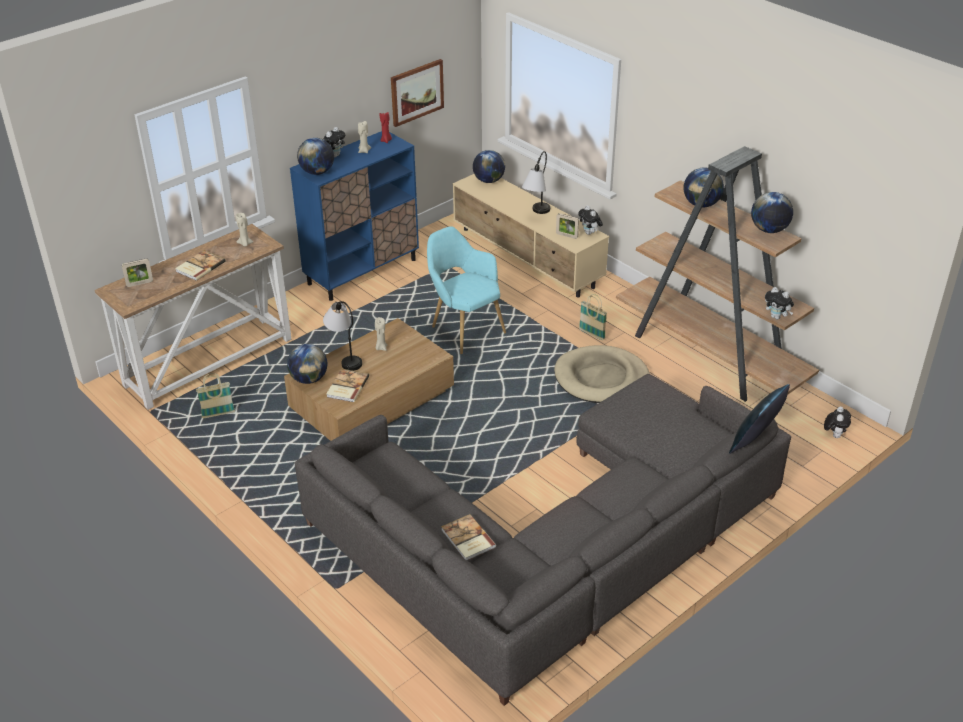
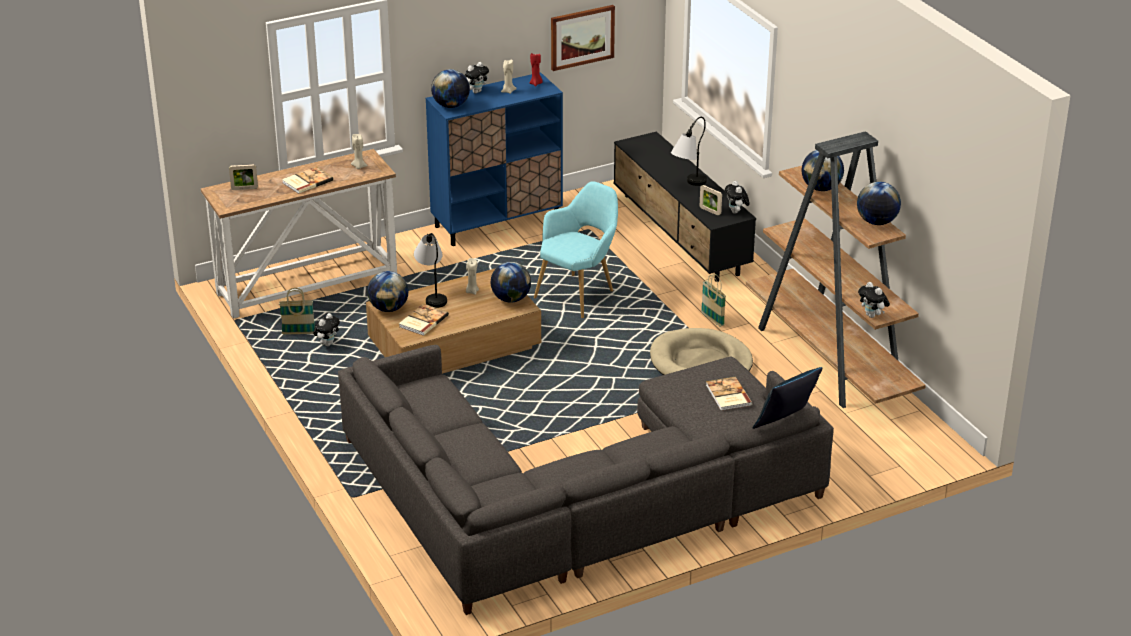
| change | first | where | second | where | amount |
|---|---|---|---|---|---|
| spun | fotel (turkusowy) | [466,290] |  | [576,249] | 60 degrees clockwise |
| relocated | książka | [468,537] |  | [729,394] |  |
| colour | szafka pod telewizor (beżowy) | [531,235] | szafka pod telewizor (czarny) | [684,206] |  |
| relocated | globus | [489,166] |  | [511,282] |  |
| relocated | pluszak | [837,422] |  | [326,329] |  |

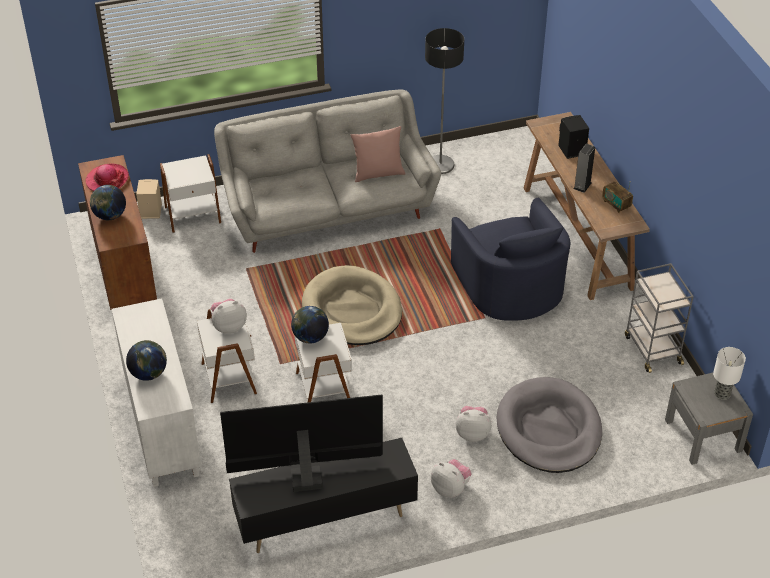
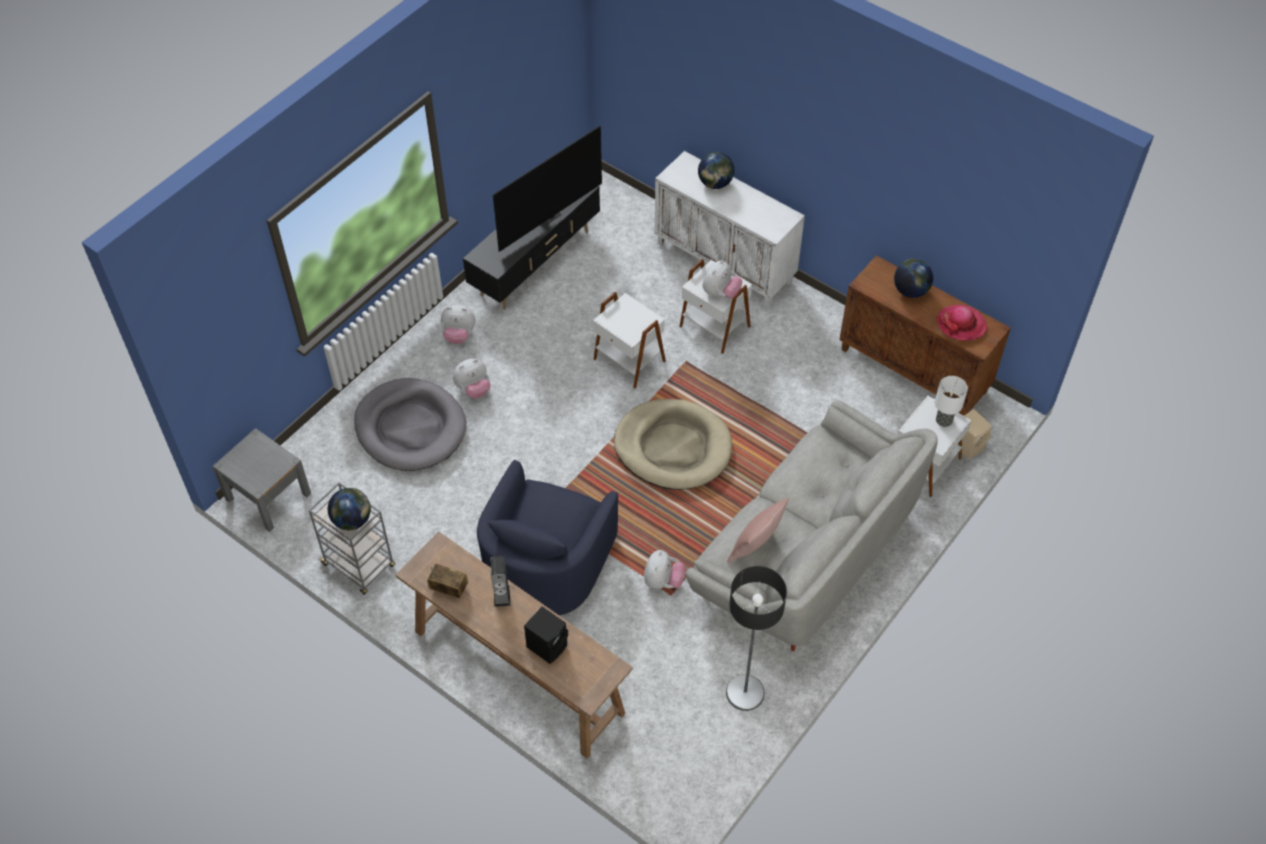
| change | first | where | second | where | amount |
|---|---|---|---|---|---|
| relocated | globus | [310,324] |  | [349,509] |  |
| spun | fotel (niebieski) | [510,259] |  | [547,537] | 105 degrees counterclockwise |
| relocated | lampa stołowa | [729,373] |  | [951,401] |  |
| appeared |  |  | pluszak | [664,569] |  |

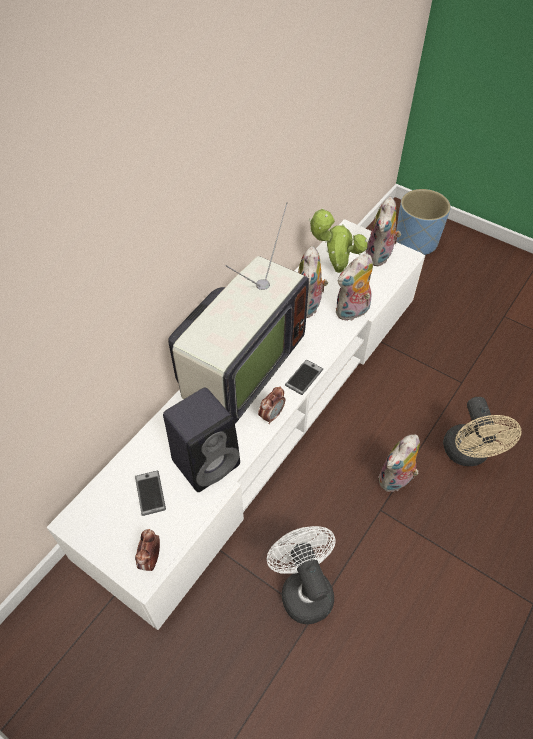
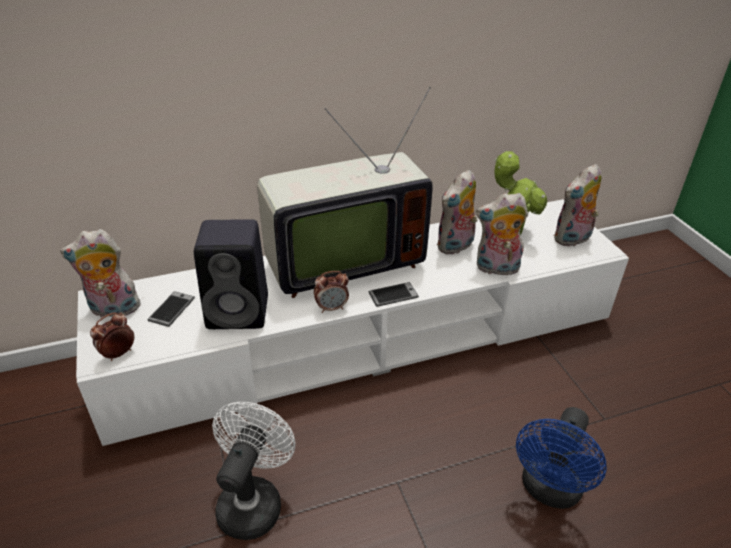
| change | first | where | second | where | amount |
|---|---|---|---|---|---|
| relocated | pluszak | [399,463] |  | [101,273] |  |
| missing | donica (niebieski) | [423,222] |  |  |  |
| colour | wentylator (beżowy) | [482,431] | wentylator (niebieski) | [561,458] |  |

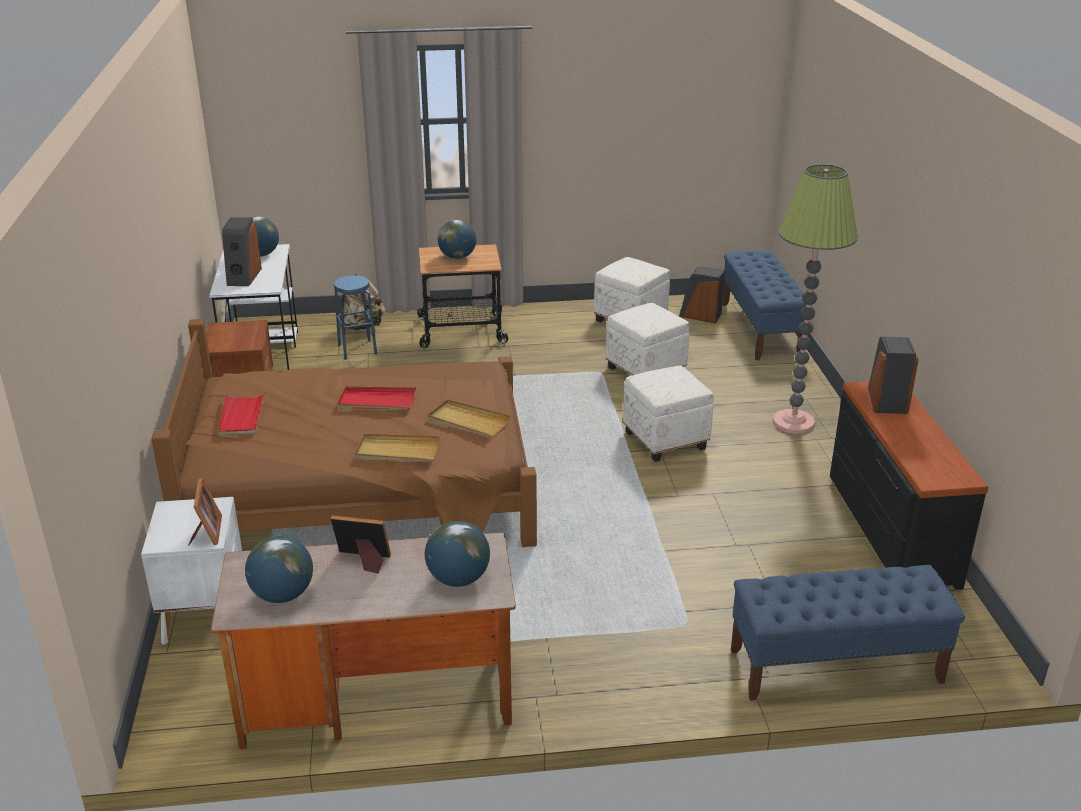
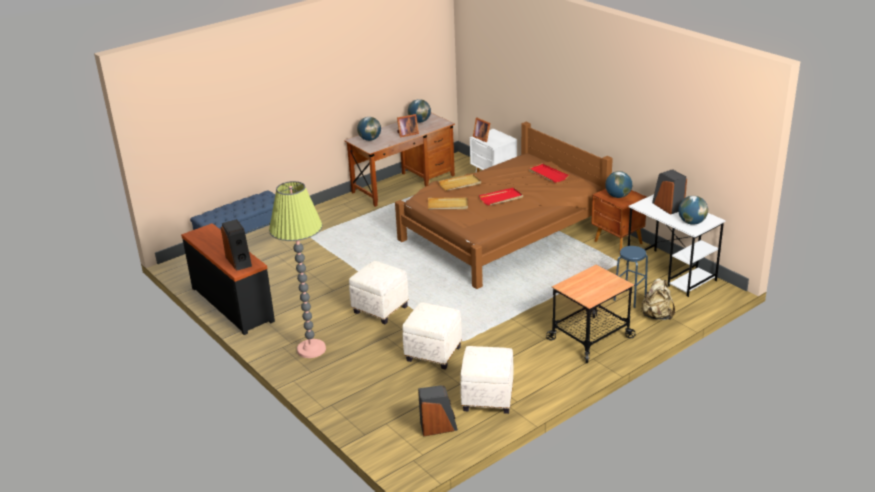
| change | first | where | second | where | amount |
|---|---|---|---|---|---|
| relocated | globus | [457,239] |  | [619,184] |  |
| missing | ławka (niebieski) | [767,305] |  |  |  |

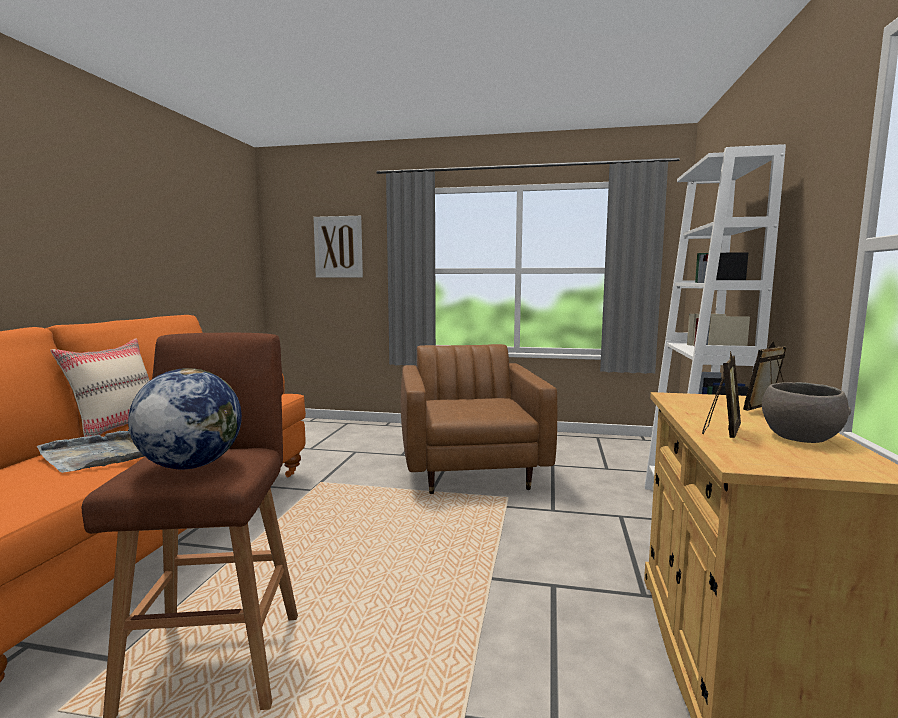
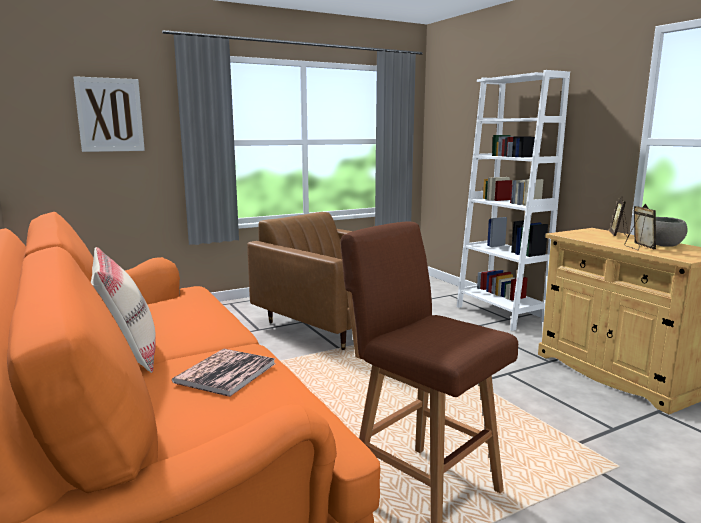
| change | first | where | second | where | amount |
|---|---|---|---|---|---|
| exchanged | taca (szary) | [90,451] | książka | [223,373] |  |
| missing | globus | [185,418] |  |  |  |

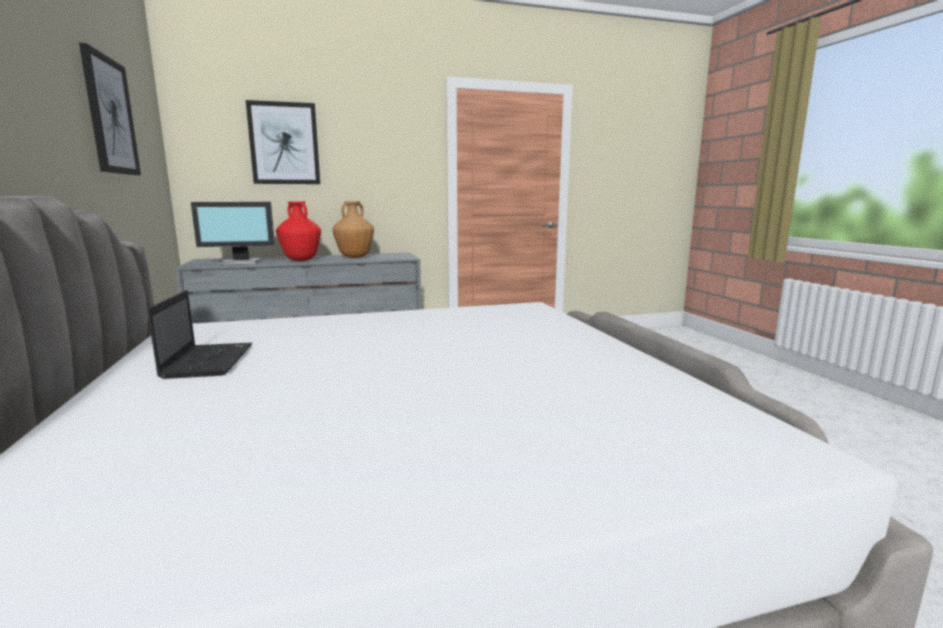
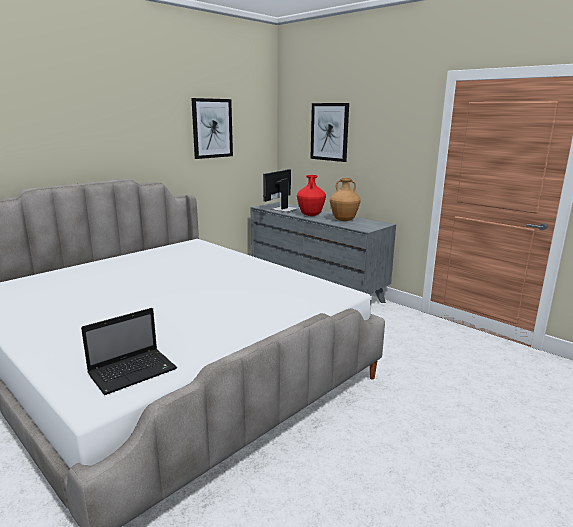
| change | first | where | second | where | amount |
|---|---|---|---|---|---|
| relocated | laptop | [199,334] |  | [129,351] |  |
| spun | monitor | [233,233] |  | [281,191] | 75 degrees clockwise |

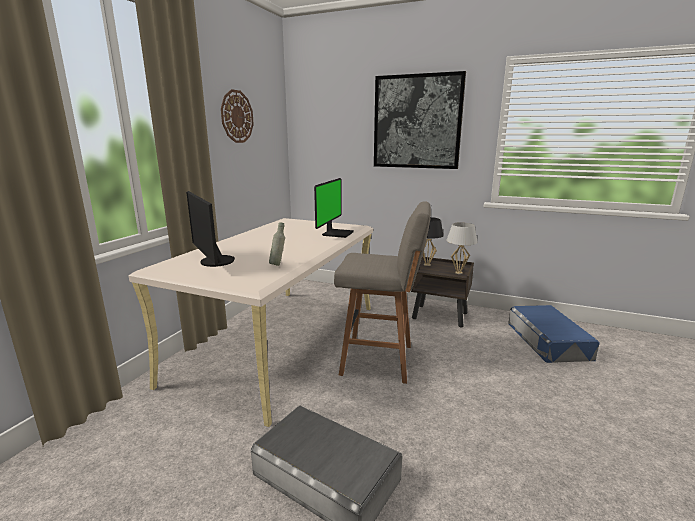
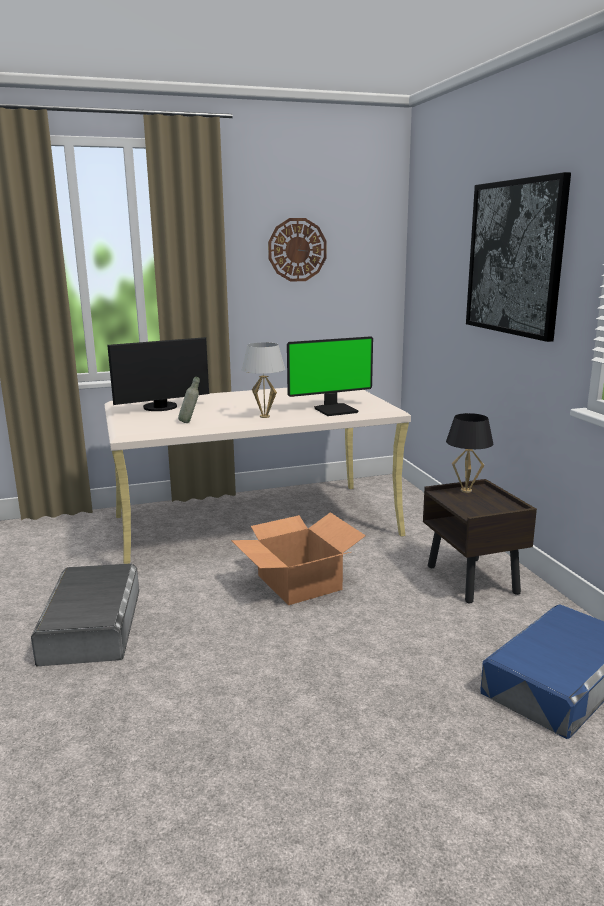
| change | first | where | second | where | amount |
|---|---|---|---|---|---|
| spun | monitor | [210,229] |  | [158,374] | 135 degrees counterclockwise |
| exchanged | stołek (szary) | [382,292] | karton | [298,558] |  |
| relocated | lampa stołowa (biały) | [462,248] |  | [263,380] |  |

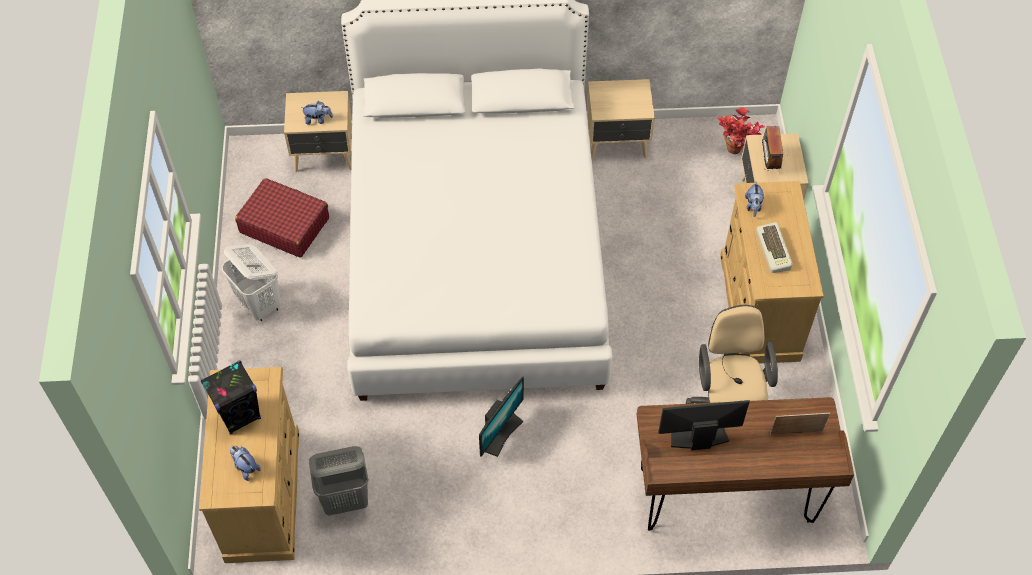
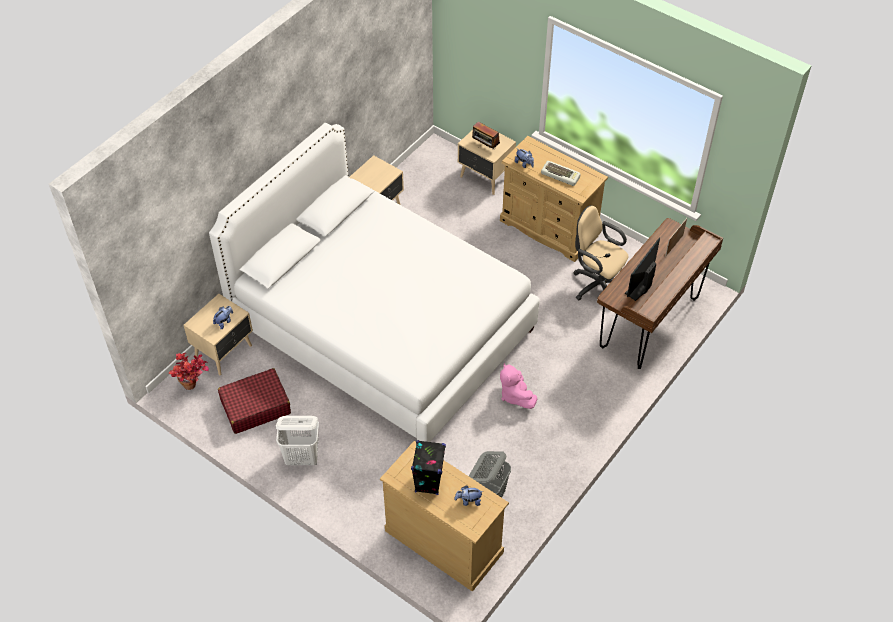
| change | first | where | second | where | amount |
|---|---|---|---|---|---|
| exchanged | monitor | [501,417] | pluszak (różowy) | [518,386] |  |
| relocated | roślina doniczkowa | [741,130] |  | [188,371] |  |

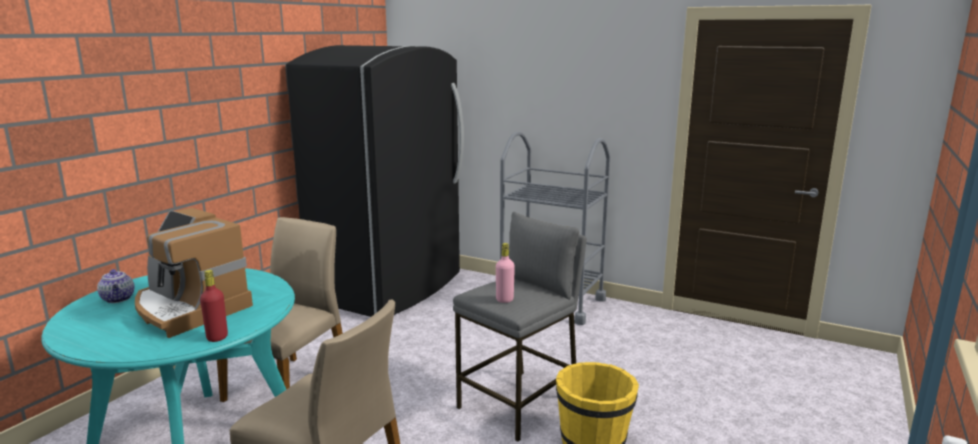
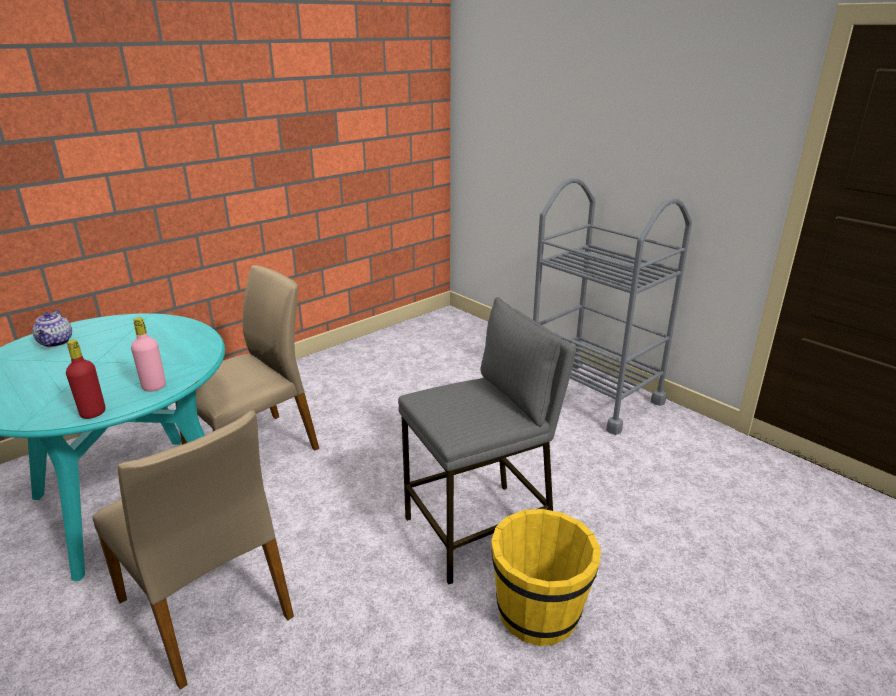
| change | first | where | second | where | amount |
|---|---|---|---|---|---|
| missing | ekspres do kawy | [194,273] |  |  |  |
| missing | lodówka (czarny) | [375,181] |  |  |  |
| relocated | butelka (różowy) | [505,273] |  | [148,355] |  |

